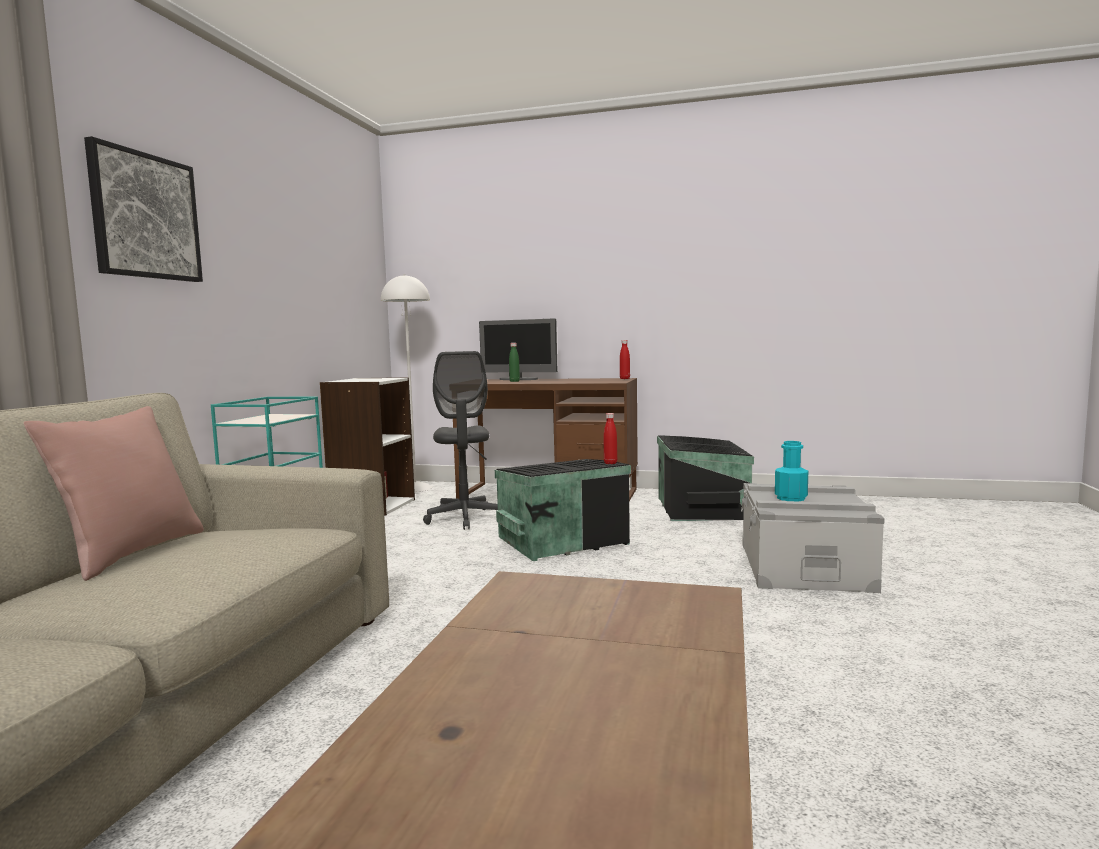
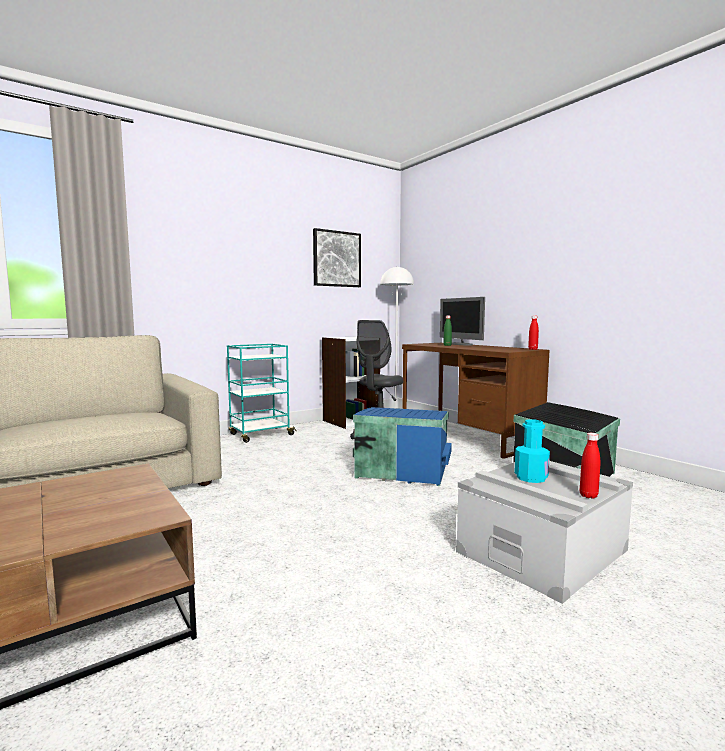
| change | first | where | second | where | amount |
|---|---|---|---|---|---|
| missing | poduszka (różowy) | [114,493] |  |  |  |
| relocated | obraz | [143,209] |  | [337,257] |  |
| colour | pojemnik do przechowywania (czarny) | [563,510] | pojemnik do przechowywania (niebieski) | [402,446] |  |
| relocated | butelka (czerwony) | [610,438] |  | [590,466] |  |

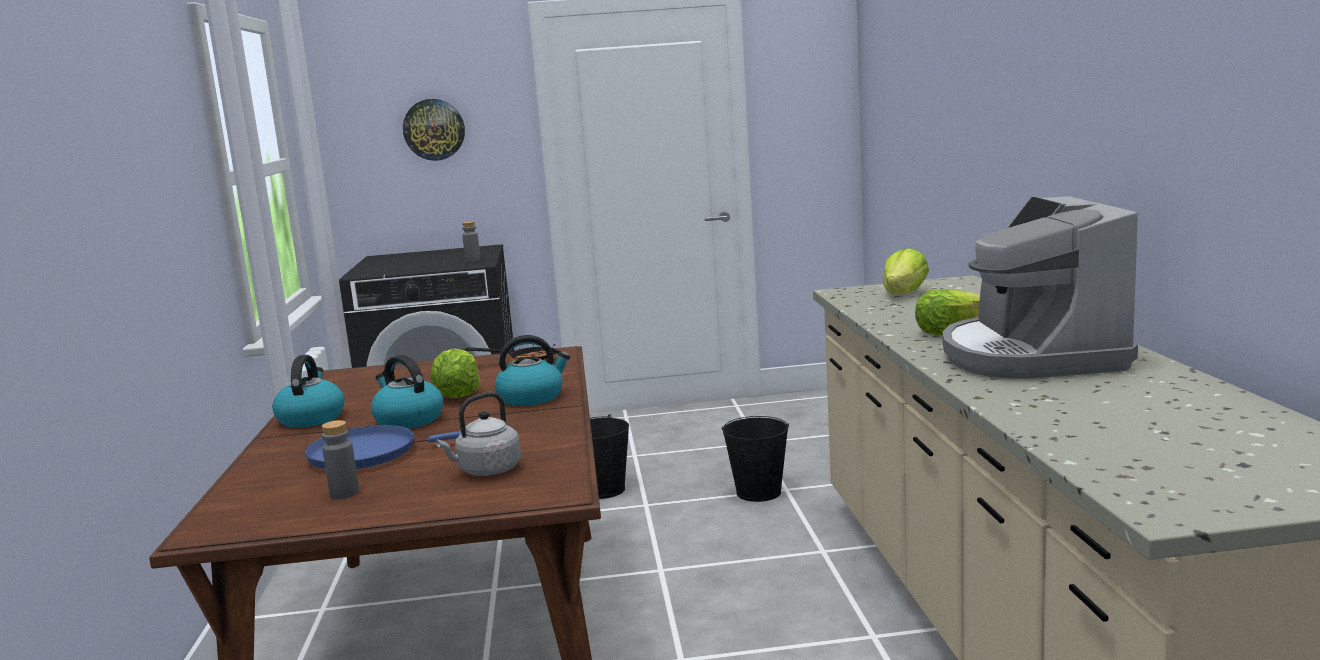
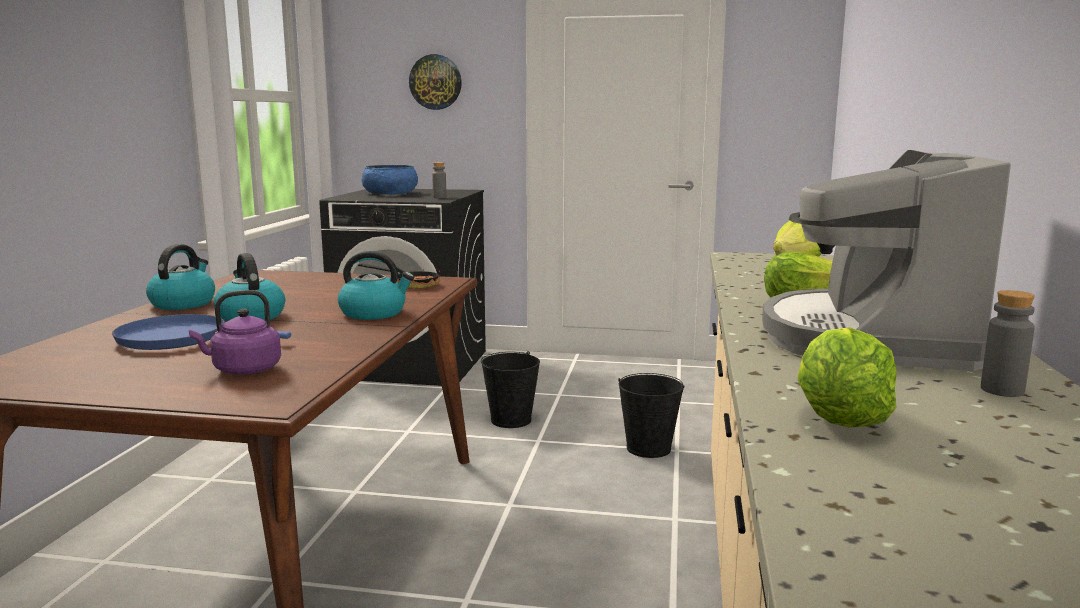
| change | first | where | second | where | amount |
|---|---|---|---|---|---|
| relocated | butelka (szary) | [340,459] |  | [1008,343] |  |
| relocated | sałata | [455,373] |  | [847,377] |  |
| colour | czajnik (szary) | [478,434] | czajnik (fioletowy) | [235,332] |  |
| appeared |  |  | miska (niebieski) | [390,180] |  |

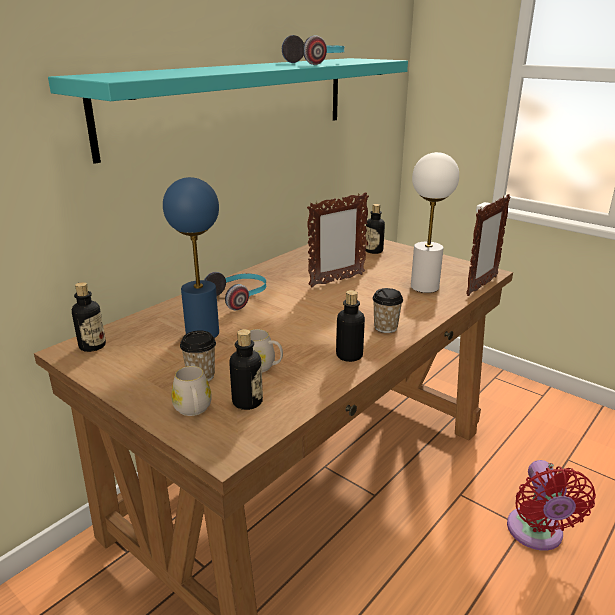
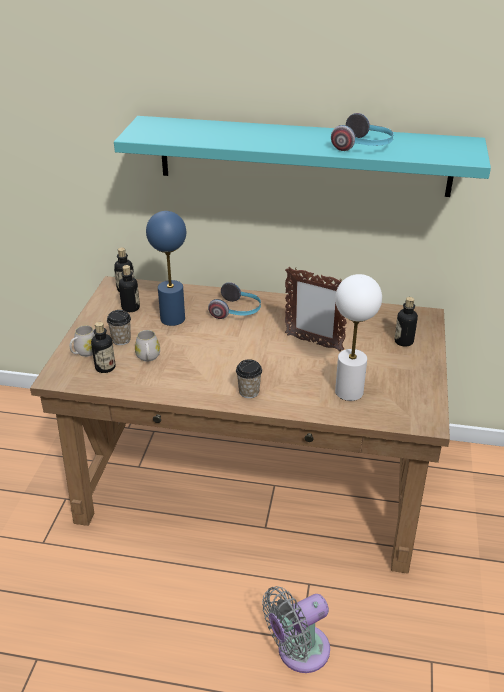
| change | first | where | second | where | amount |
|---|---|---|---|---|---|
| relocated | butelka | [350,326] |  | [129,288] |  |
| missing | ramka na zdjęcie | [488,245] |  |  |  |
| colour | wentylator (czerwony) | [551,505] | wentylator (szary) | [296,629] |  |

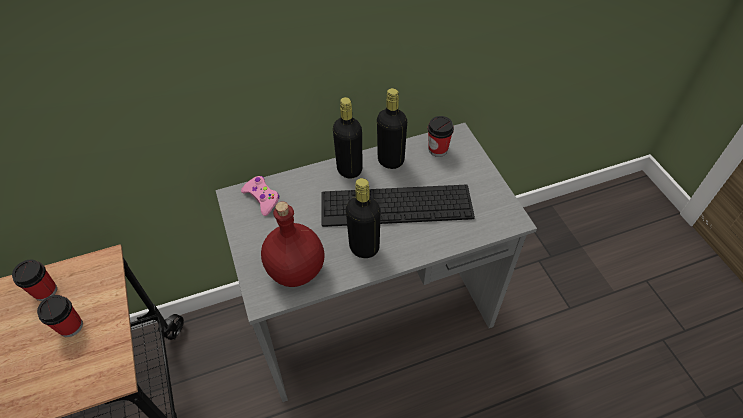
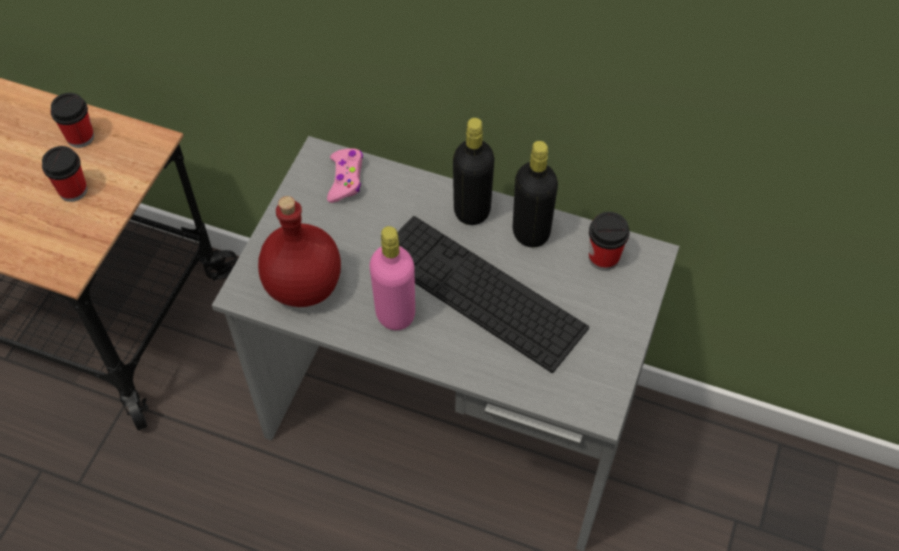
| change | first | where | second | where | amount |
|---|---|---|---|---|---|
| colour | butelka (czarny) | [363,218] | butelka (różowy) | [392,278] |  |

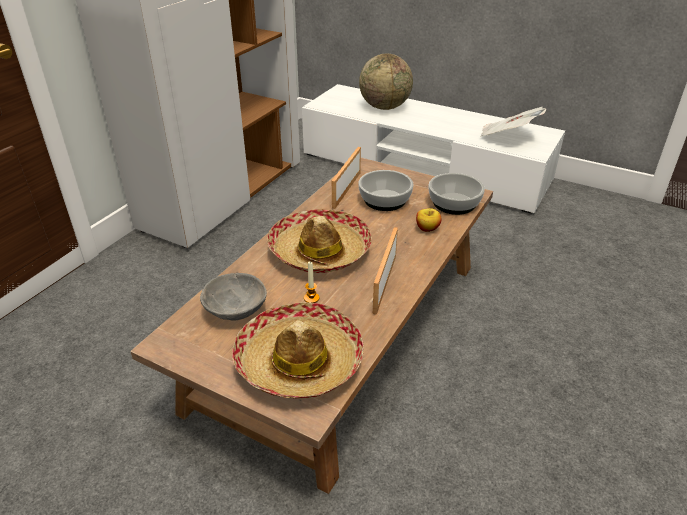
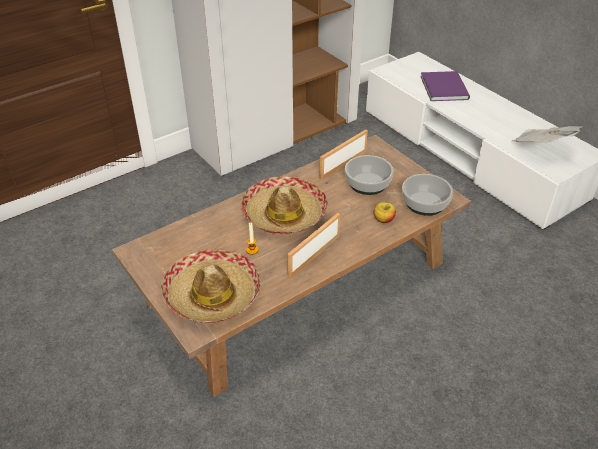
| change | first | where | second | where | amount |
|---|---|---|---|---|---|
| missing | miska (szary) | [233,297] |  |  |  |
| exchanged | globus | [386,82] | książka (fioletowy) | [445,86] |  |

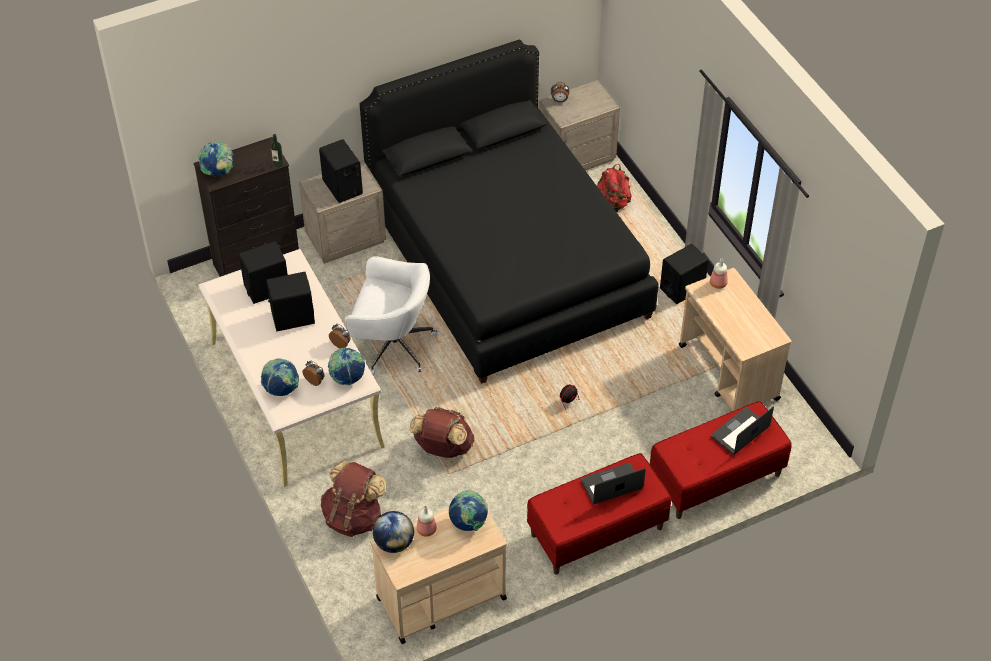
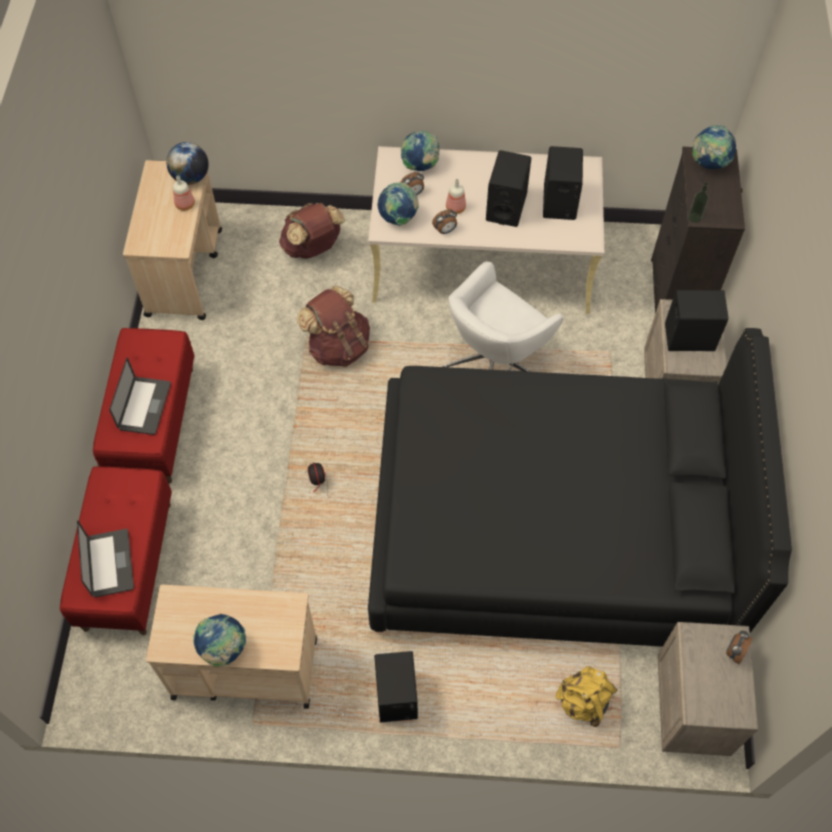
| change | first | where | second | where | amount |
|---|---|---|---|---|---|
| relocated | globus | [468,510] |  | [219,639] |  |
| colour | plecak (czerwony) | [614,188] | plecak (żółty) | [586,696] |  |
| relocated | butelka | [719,273] |  | [456,196] |  |

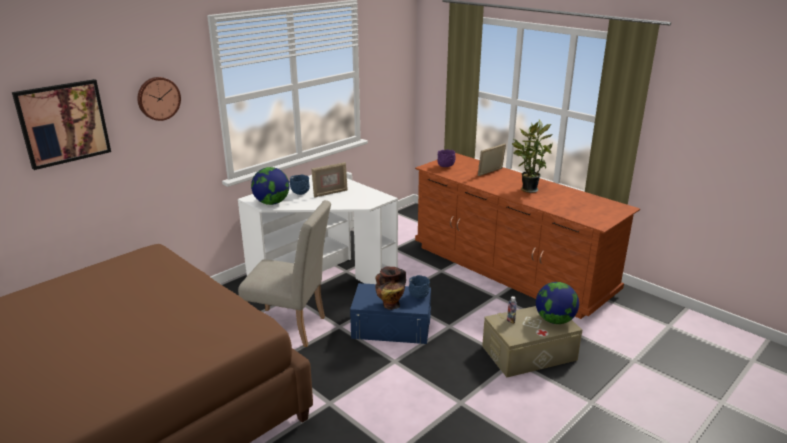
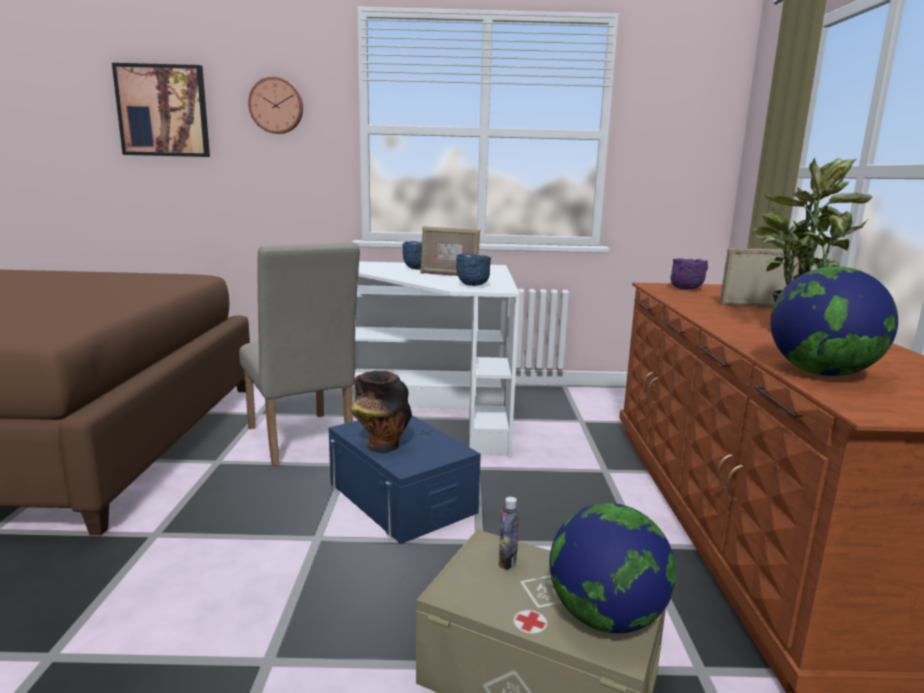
| change | first | where | second | where | amount |
|---|---|---|---|---|---|
| relocated | globus | [270,186] |  | [834,321] |  |
| relocated | miska (niebieski) | [419,287] |  | [473,269] |  |

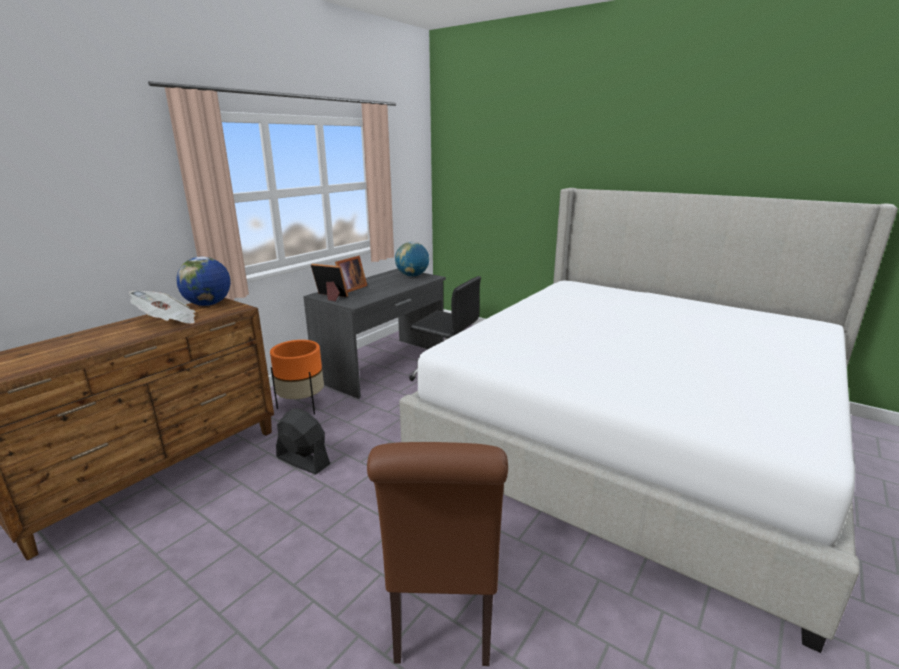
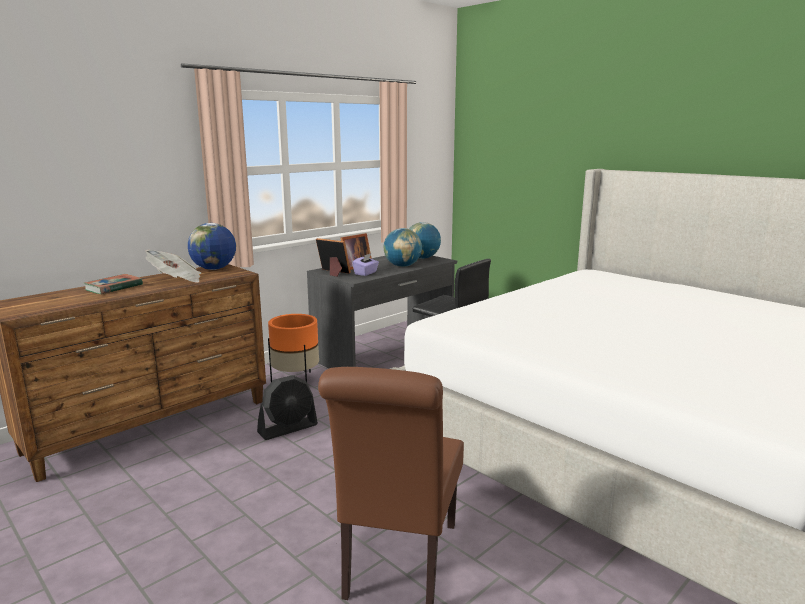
| change | first | where | second | where | amount |
|---|---|---|---|---|---|
| spun | wentylator (czarny) | [303,441] |  | [287,407] | 105 degrees clockwise |
| appeared |  |  | książka | [113,284] |  |
| appeared |  |  | pudełko chusteczek (fioletowy) | [365,265] |  |
| appeared |  |  | globus | [403,247] |  |

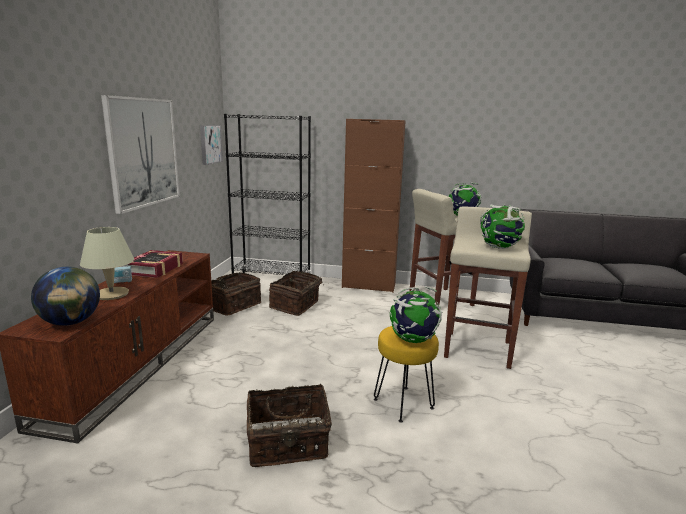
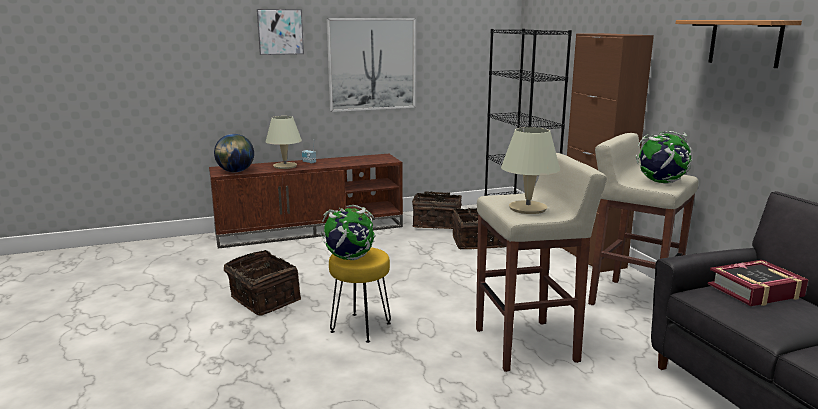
| change | first | where | second | where | amount |
|---|---|---|---|---|---|
| relocated | książka | [155,264] |  | [758,283] |  |
| relocated | obraz | [211,145] |  | [280,32] |  |
| exchanged | globus | [502,226] | lampa stołowa (beżowy) | [530,170] |  |
| appeared |  |  | półka | [739,44] |  |

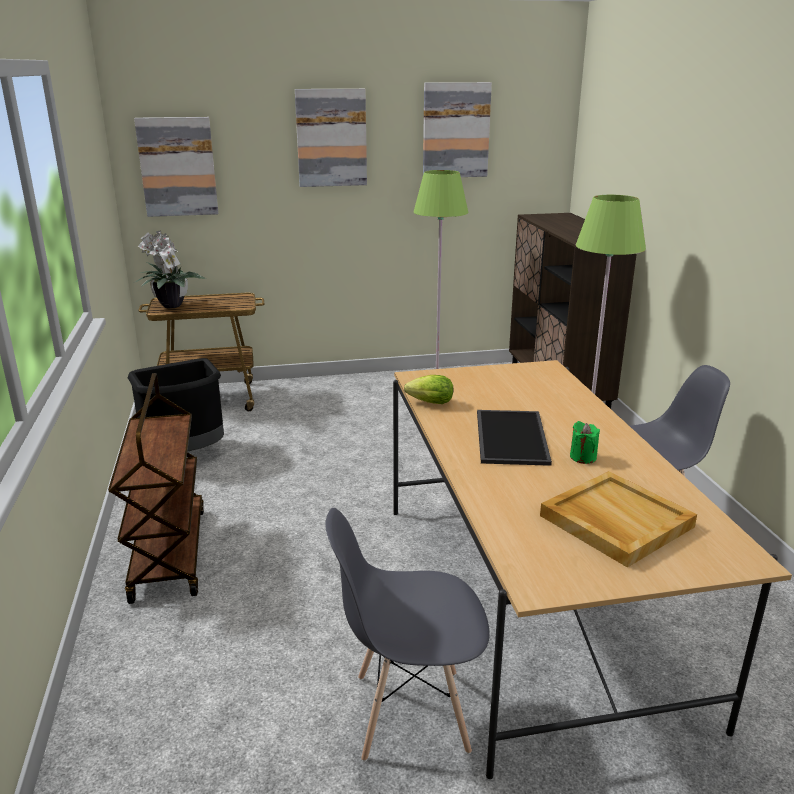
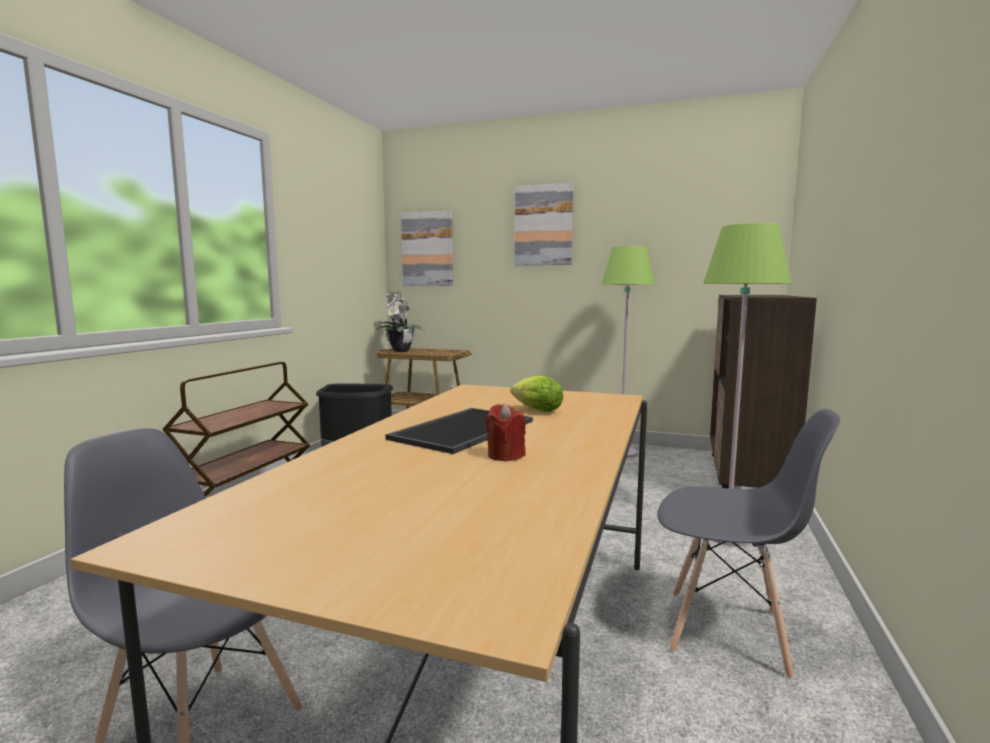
| change | first | where | second | where | amount |
|---|---|---|---|---|---|
| relocated | sałata | [428,389] |  | [537,393] |  |
| missing | obraz | [457,129] |  |  |  |
| missing | taca (beżowy) | [618,519] |  |  |  |
| colour | świeca (zielony) | [585,442] | świeca (czerwony) | [506,432] |  |

